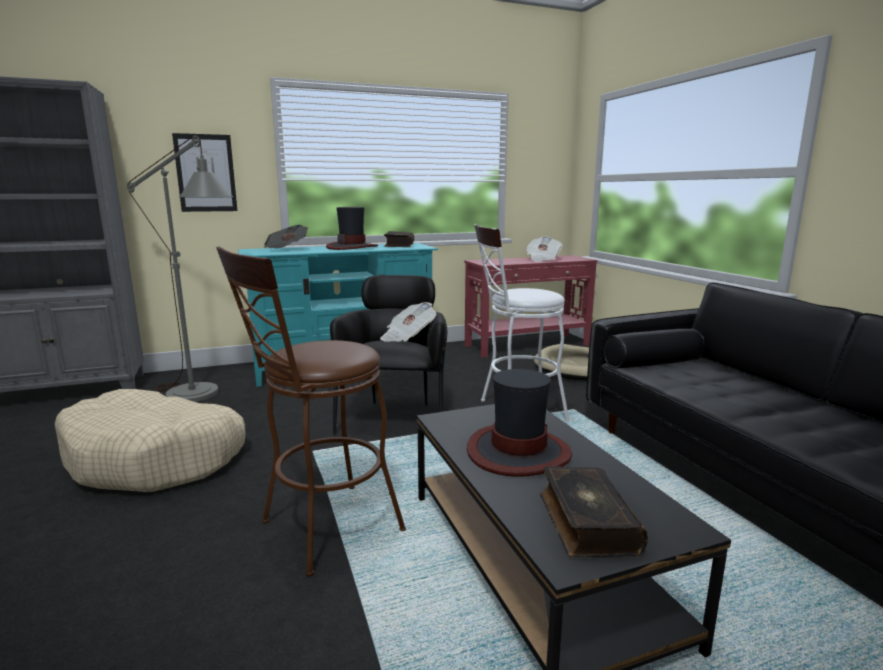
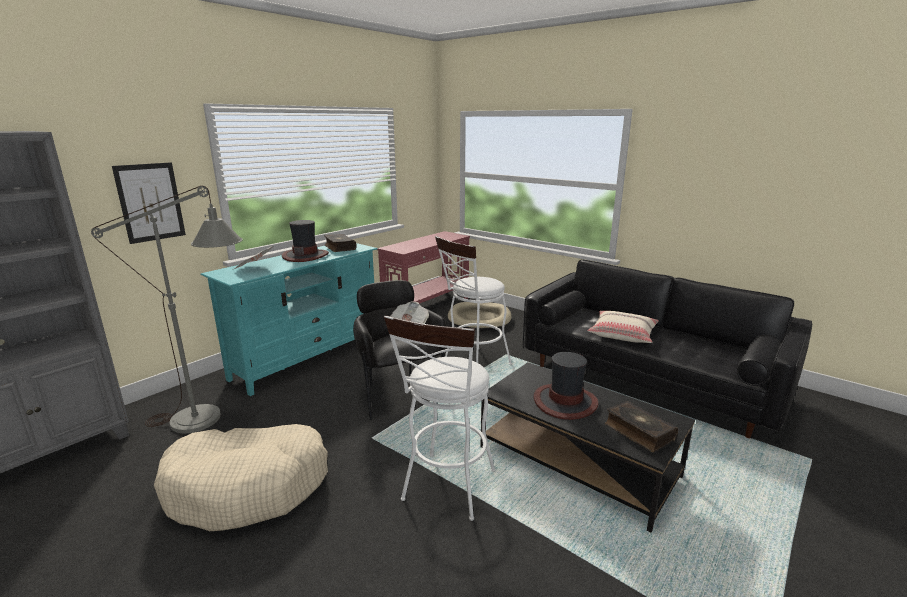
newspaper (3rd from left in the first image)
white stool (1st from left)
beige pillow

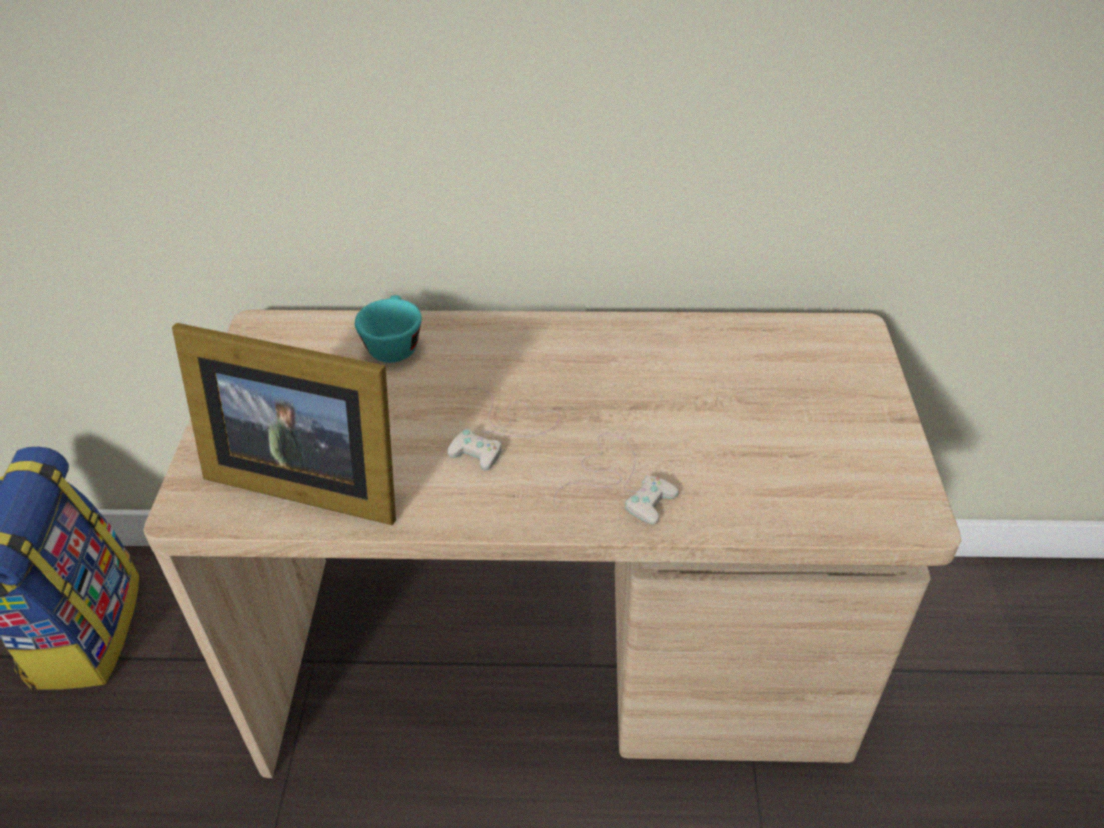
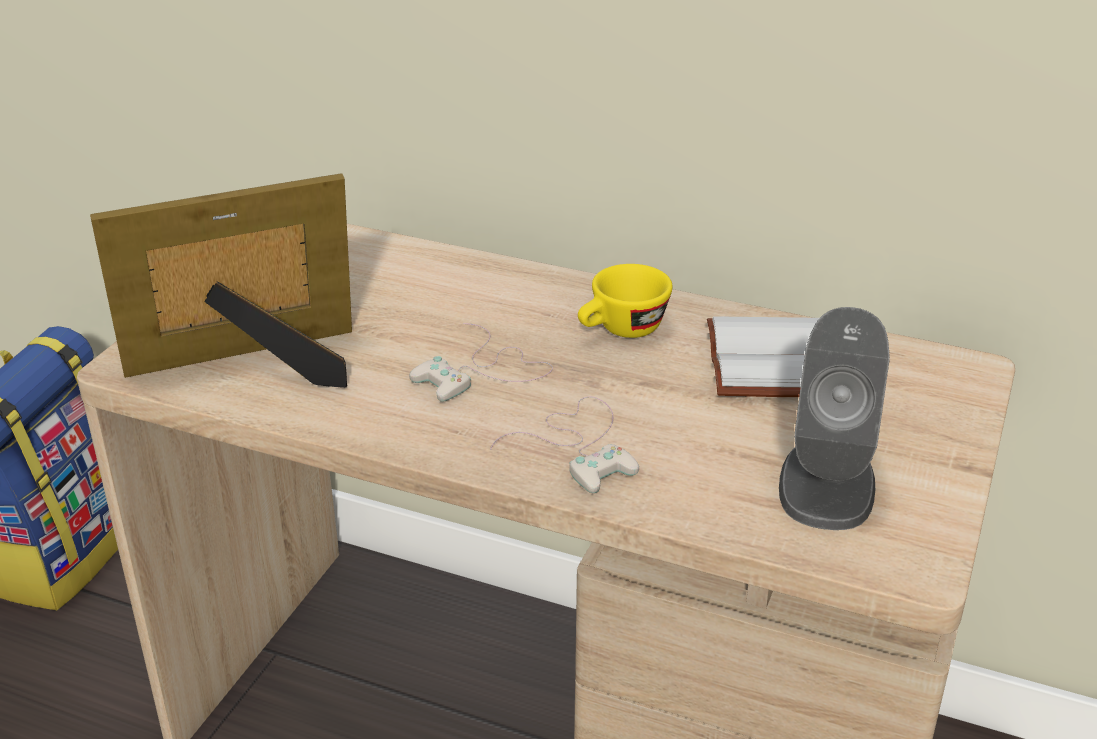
turquoise cup
picture frame
yellow cup
grey speaker
white book

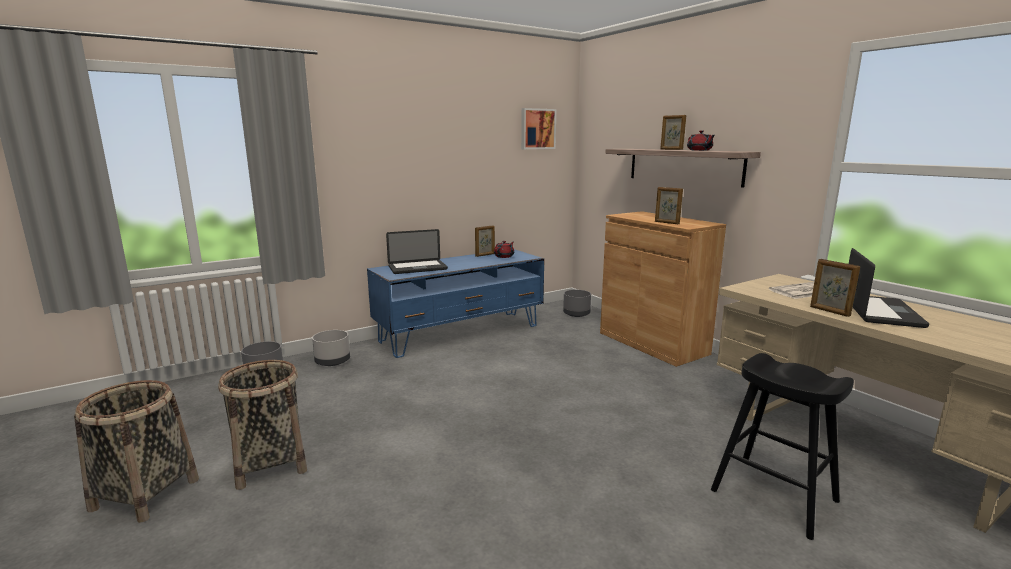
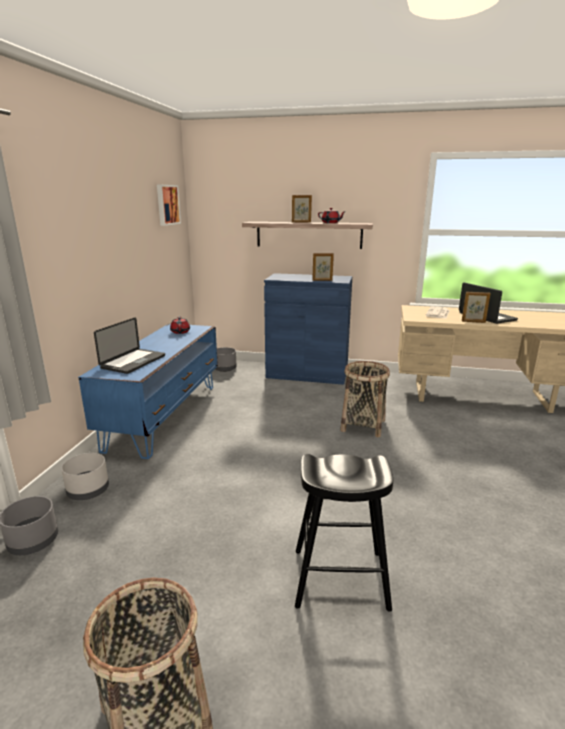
blue cabinet
picture frame (1st from left in the first image)
black stool
basket (2nd from left)

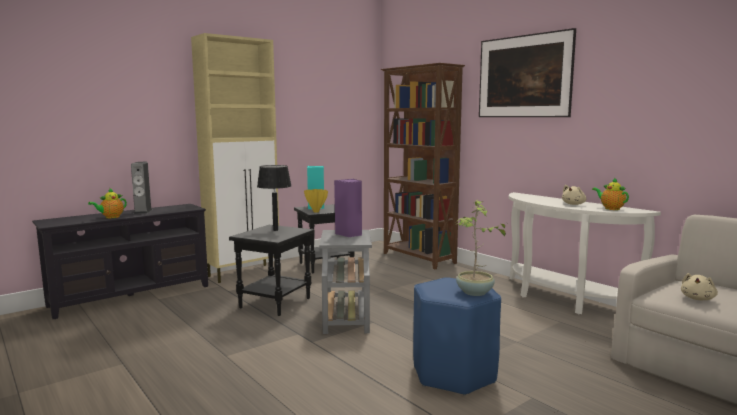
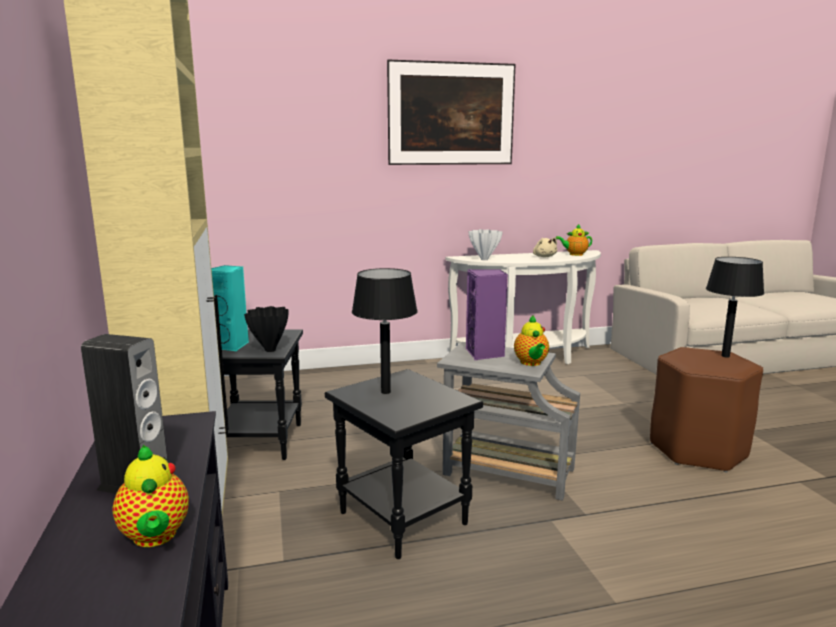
brown bookcase
black vase
black table lamp (2nd from left)
beige plush toy (2nd from left in the first image)
brown stool
white vase
teapot (2nd from left)

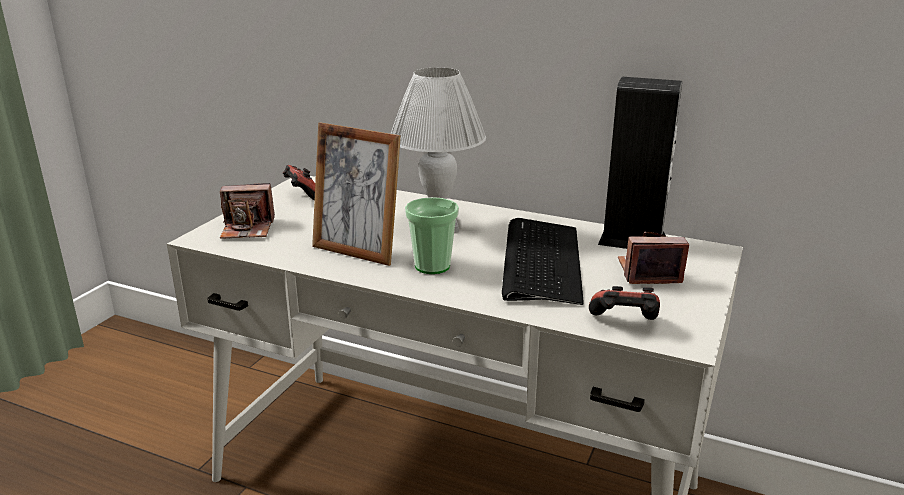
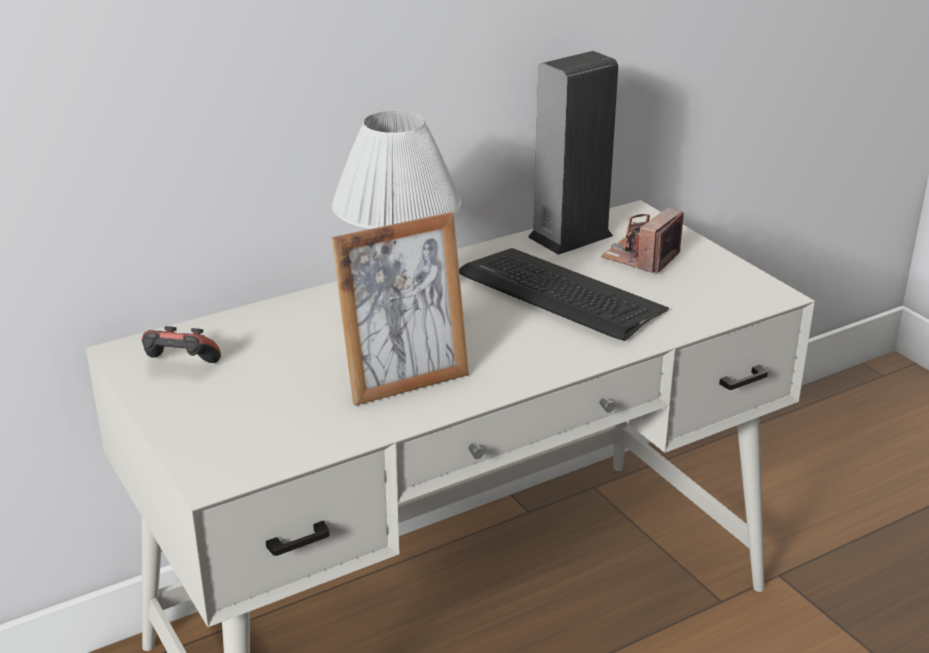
photo camera (1st from left in the first image)
cup
game controller (2nd from left in the first image)

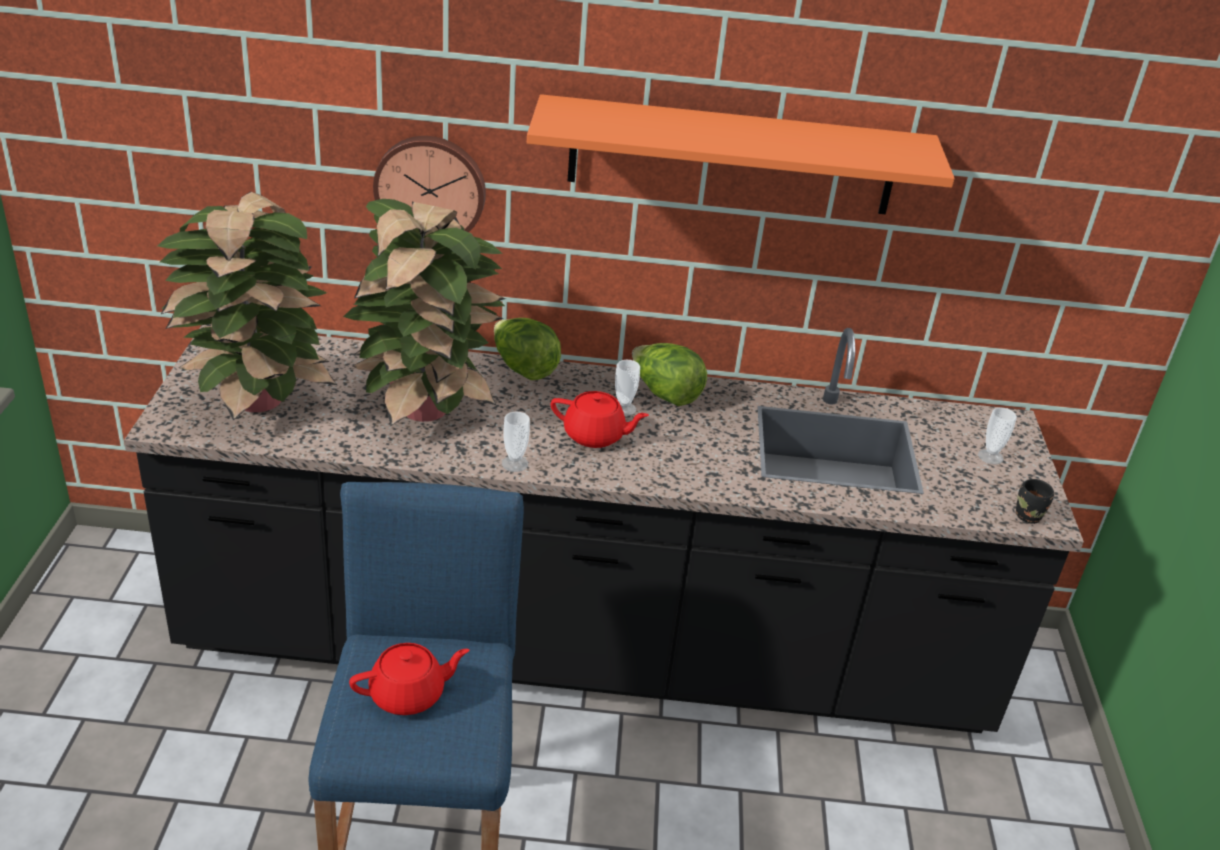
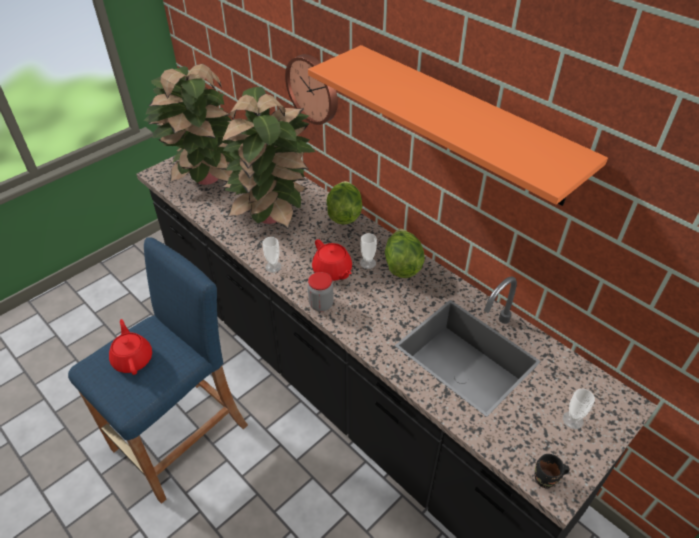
red teapot (1st from left)
jar

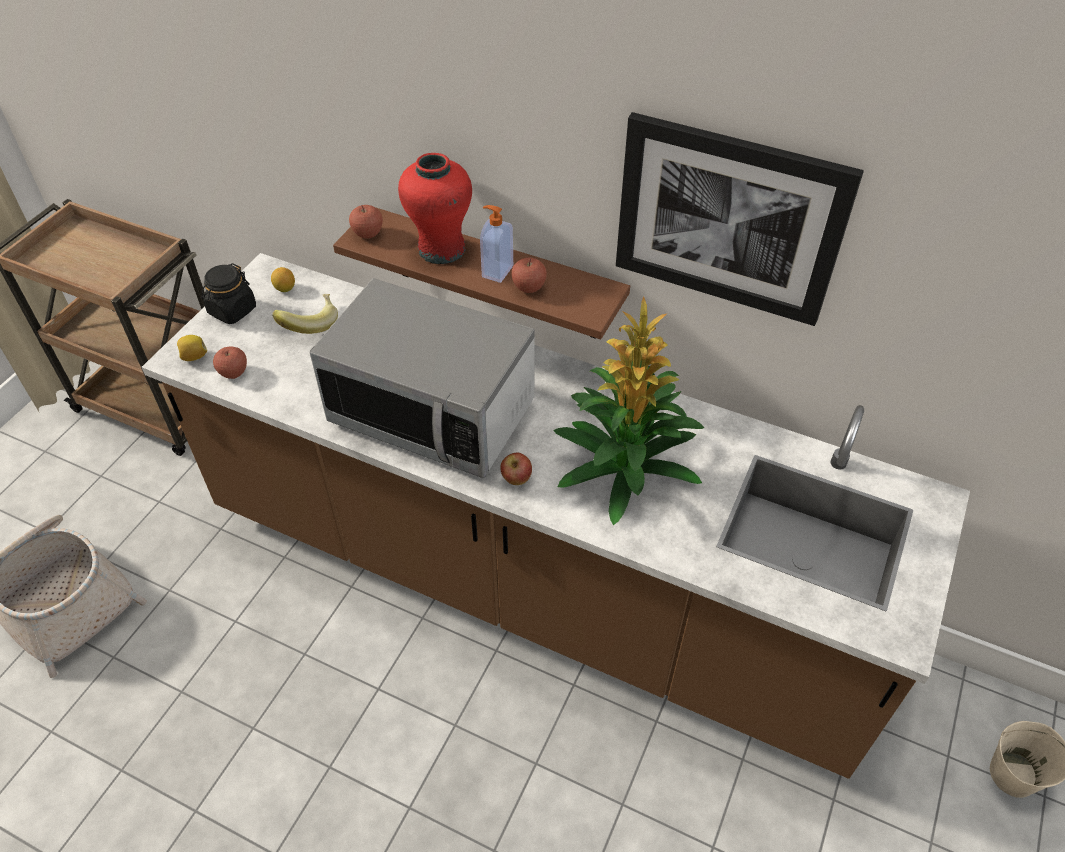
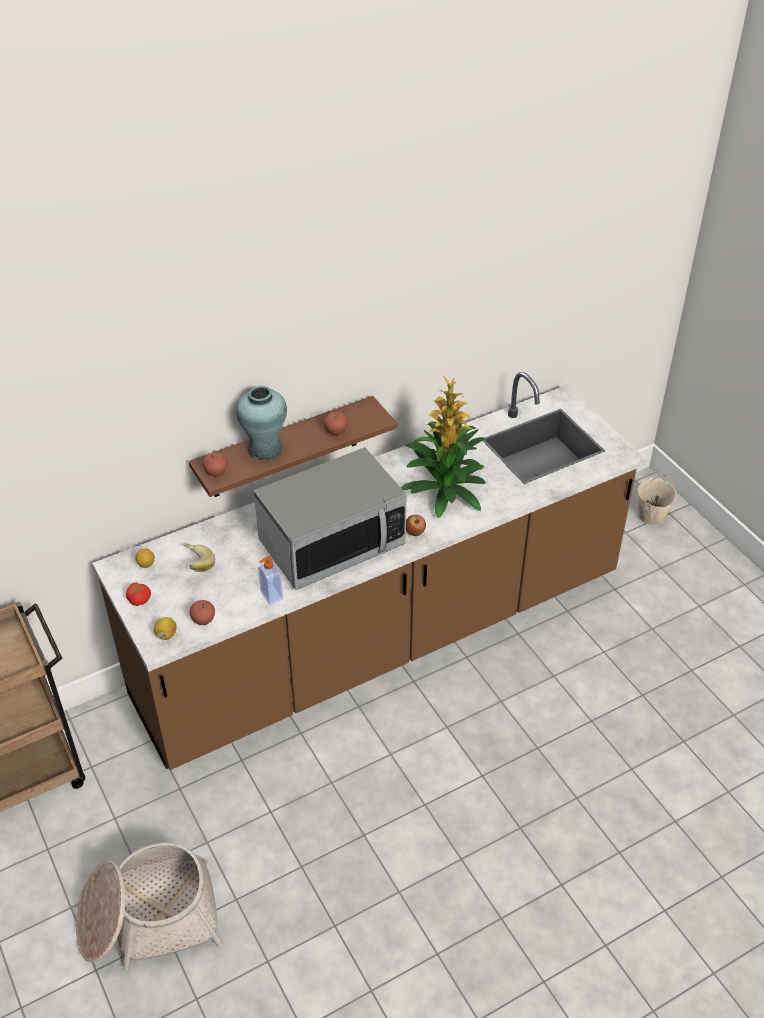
picture
turquoise vase
soap dispenser
tomato

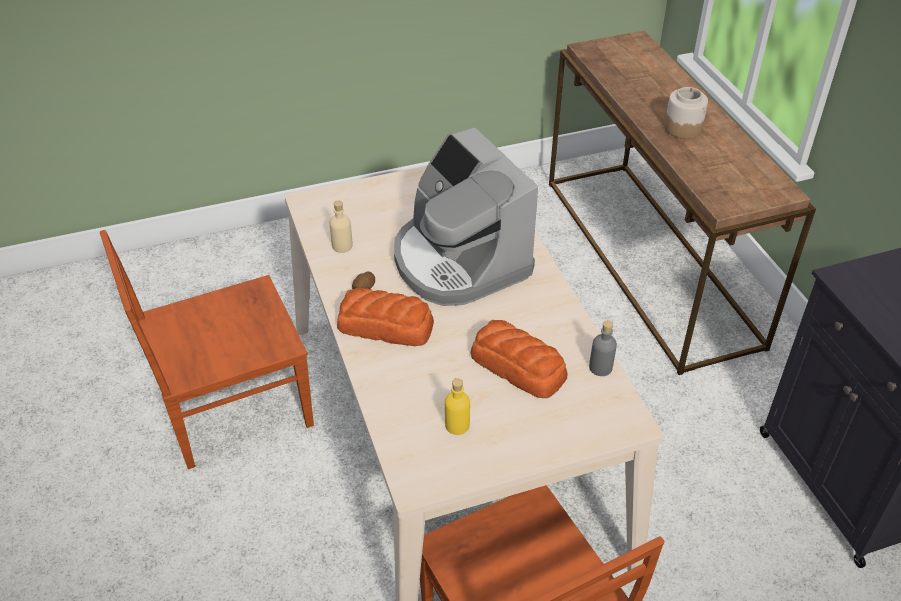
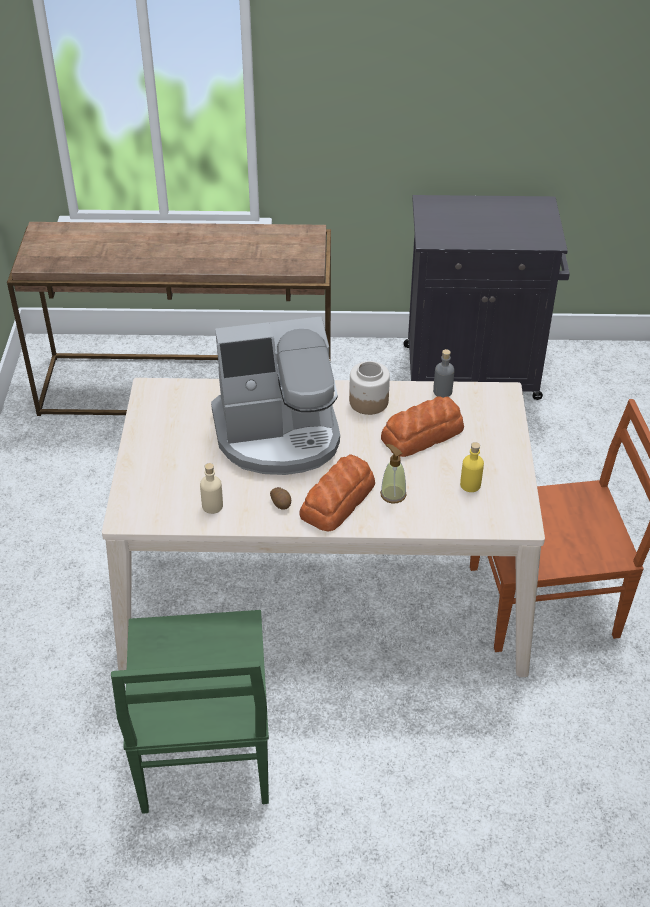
jar
green chair
soap dispenser

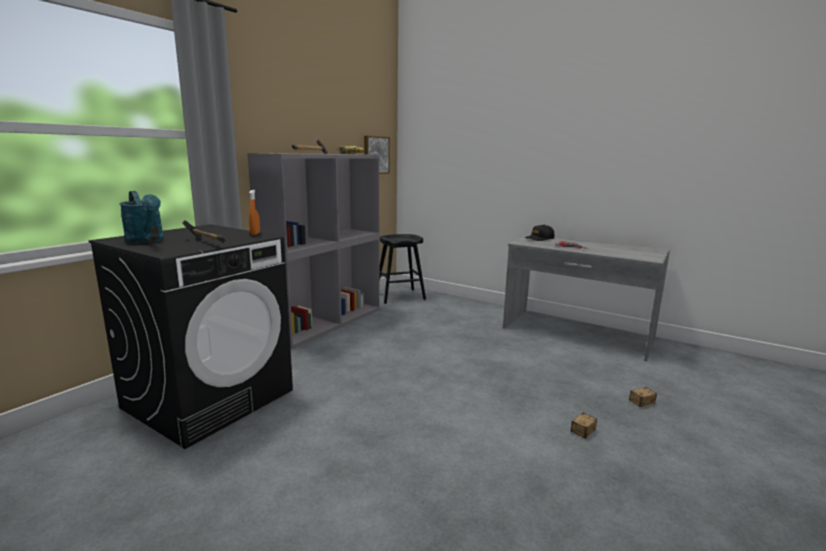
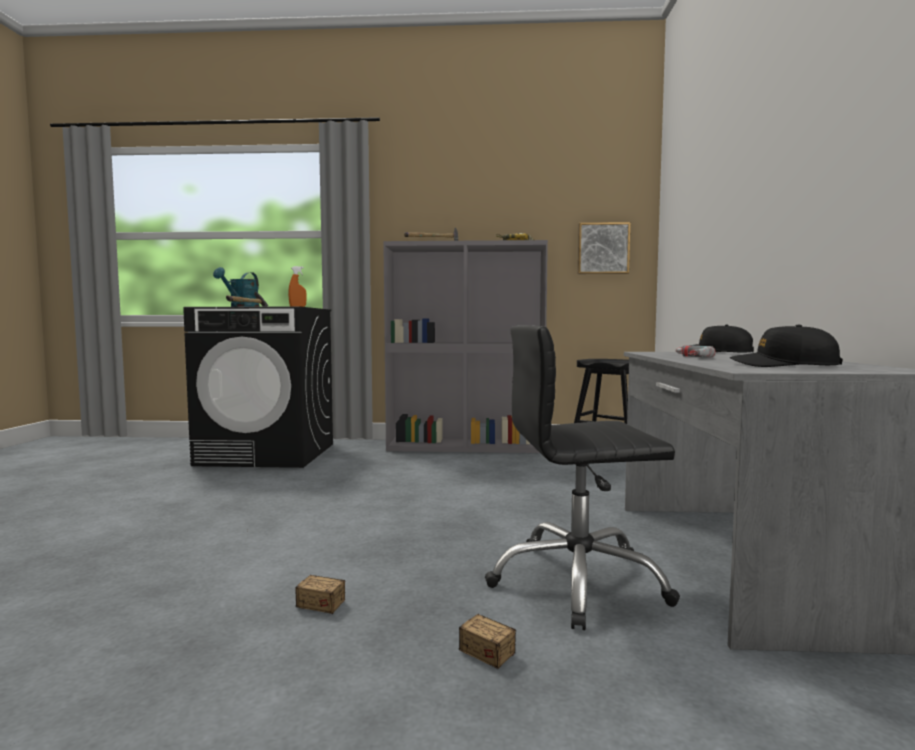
black cap (2nd from left)
black office chair

